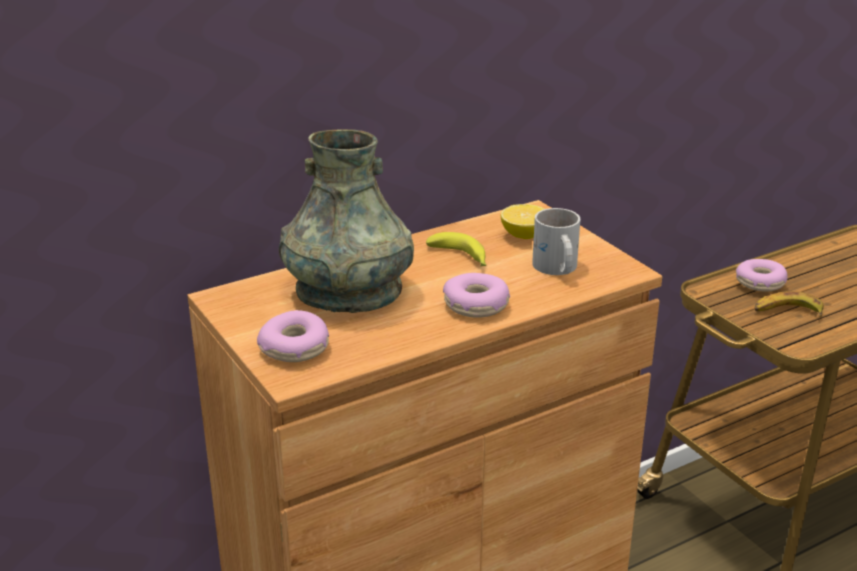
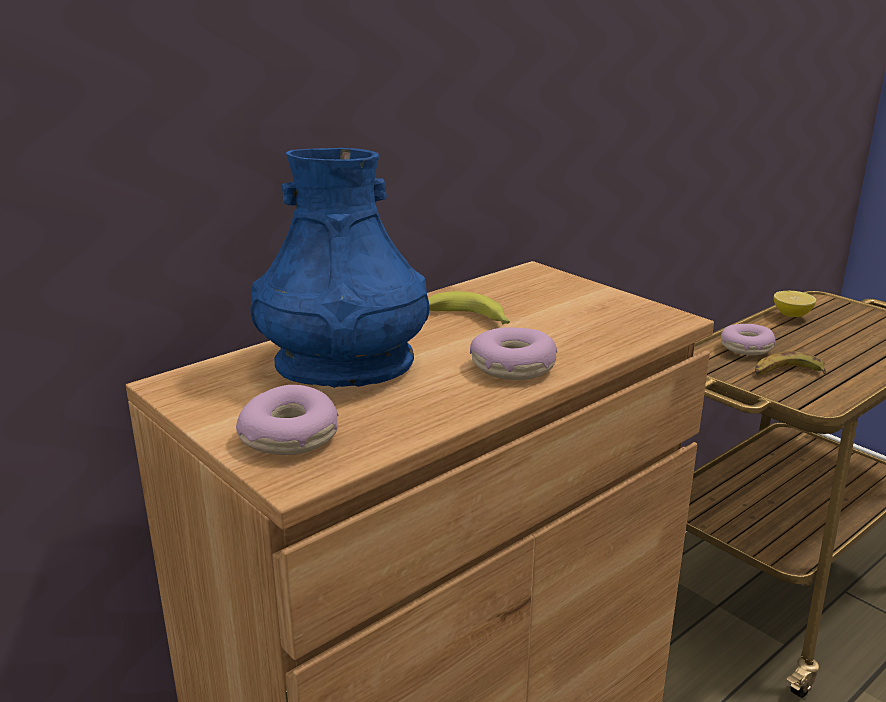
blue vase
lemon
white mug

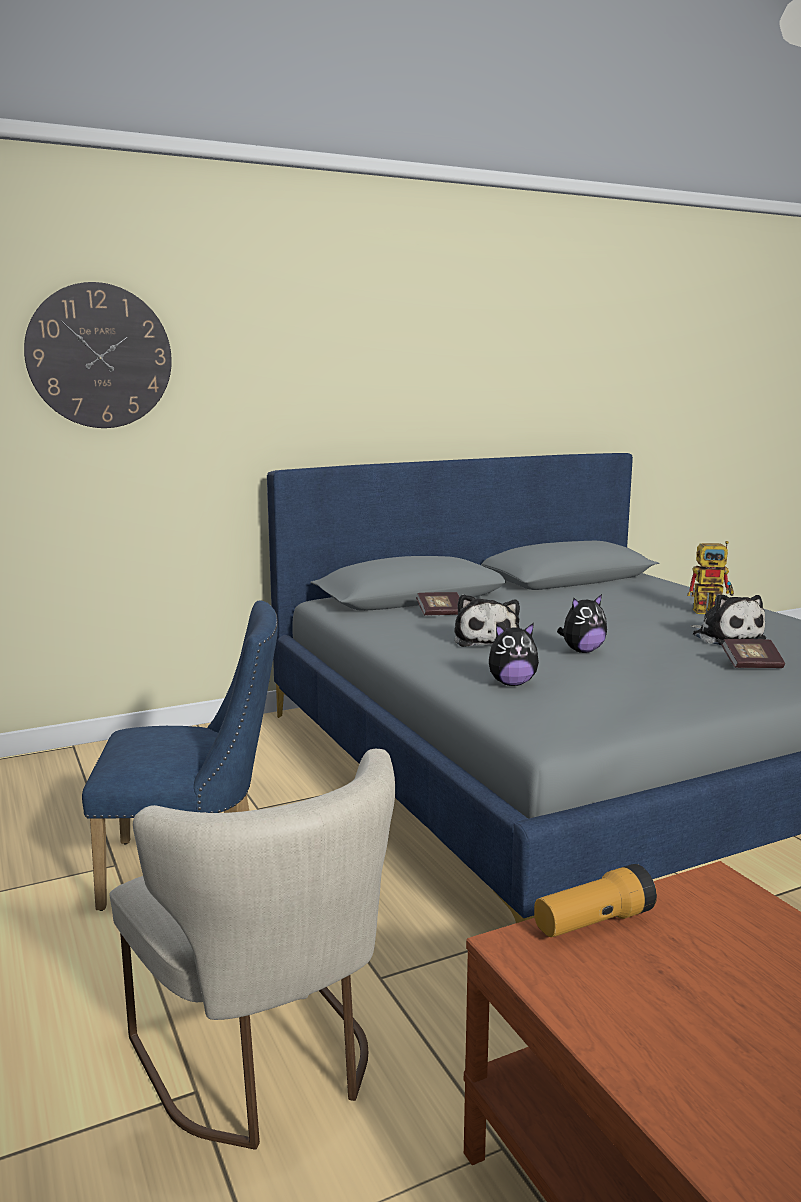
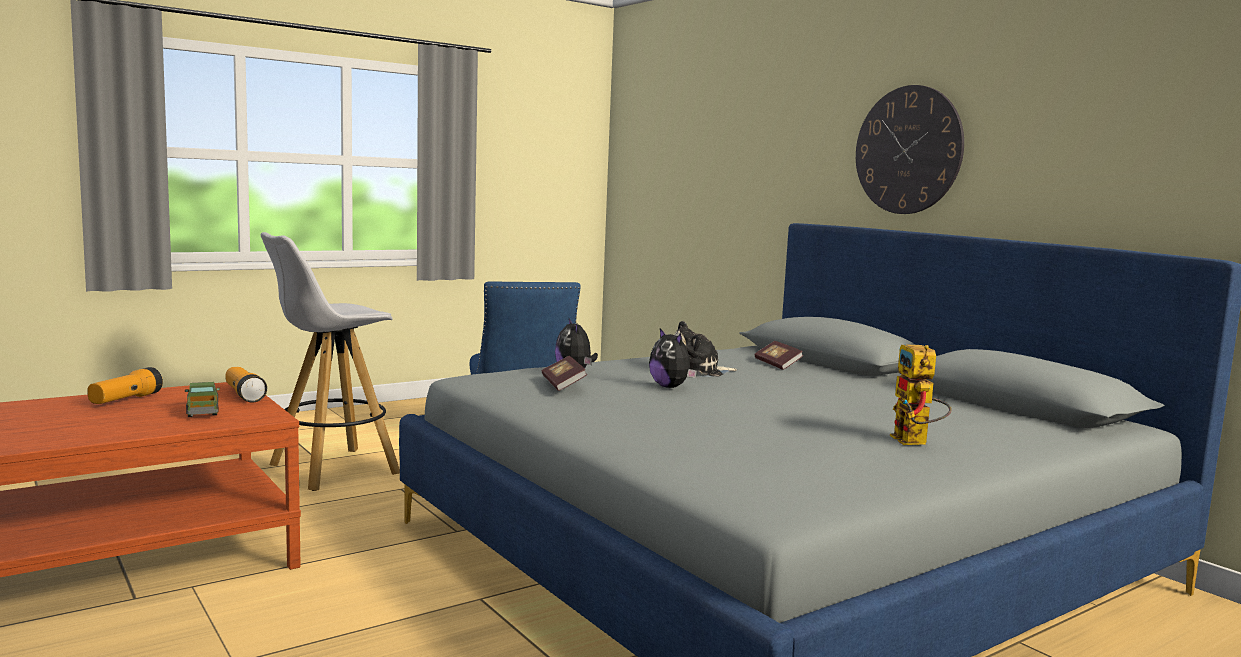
wall clock
plush toy (4th from left in the first image)
book (1st from left)
white stool
flashlight (1st from left)
toy truck

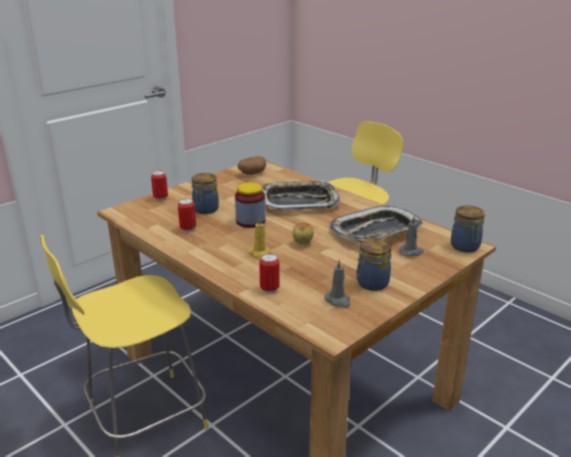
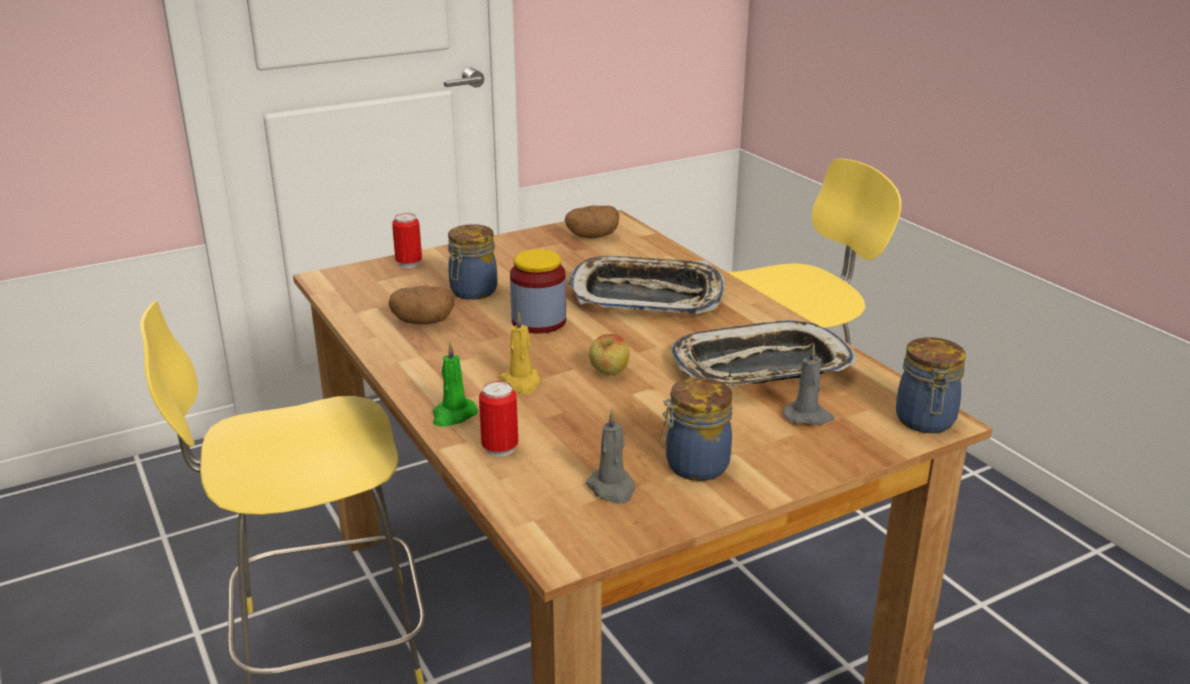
potato (1st from left)
green candle

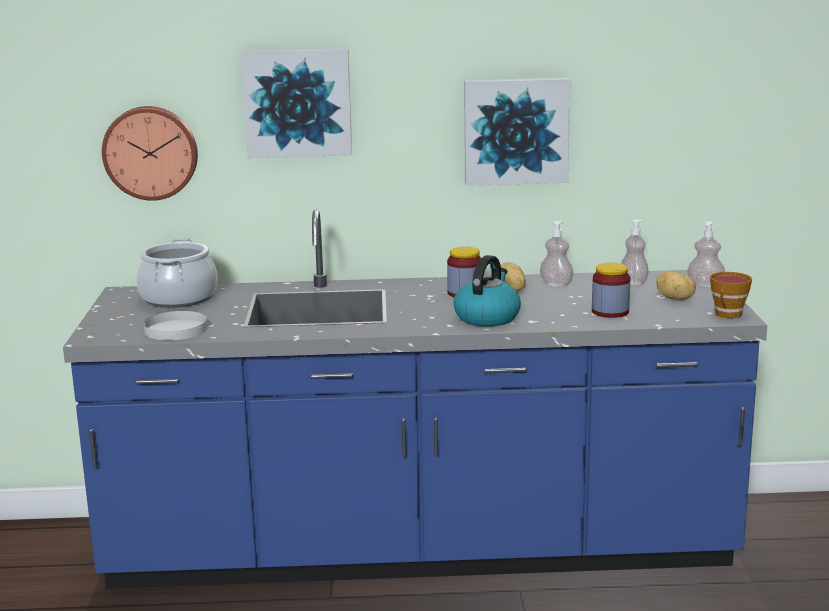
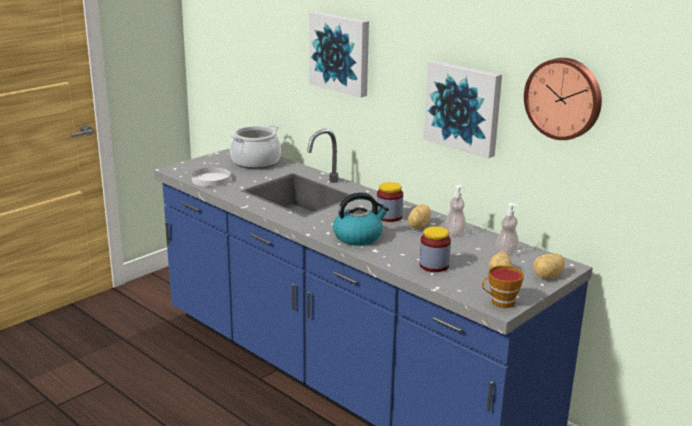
wall clock
potato (3rd from left)

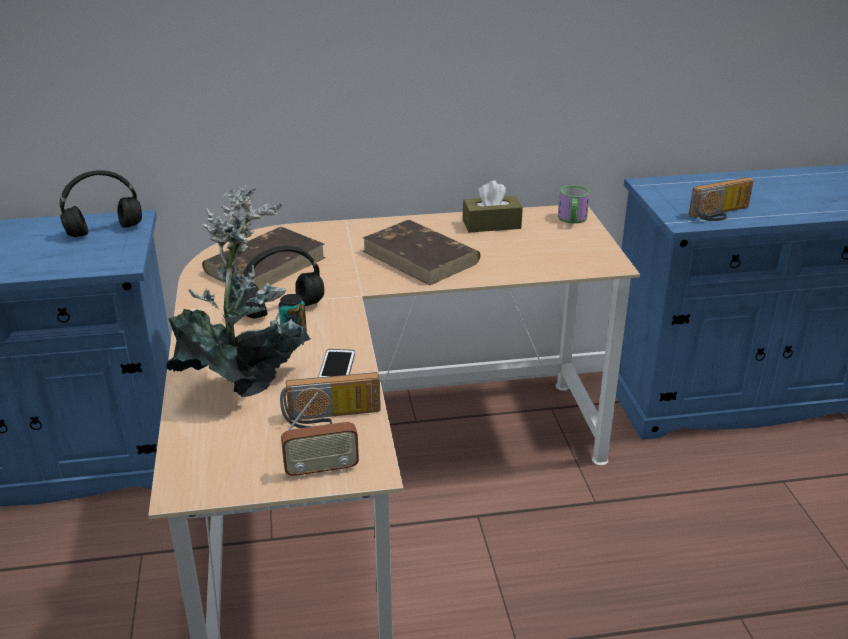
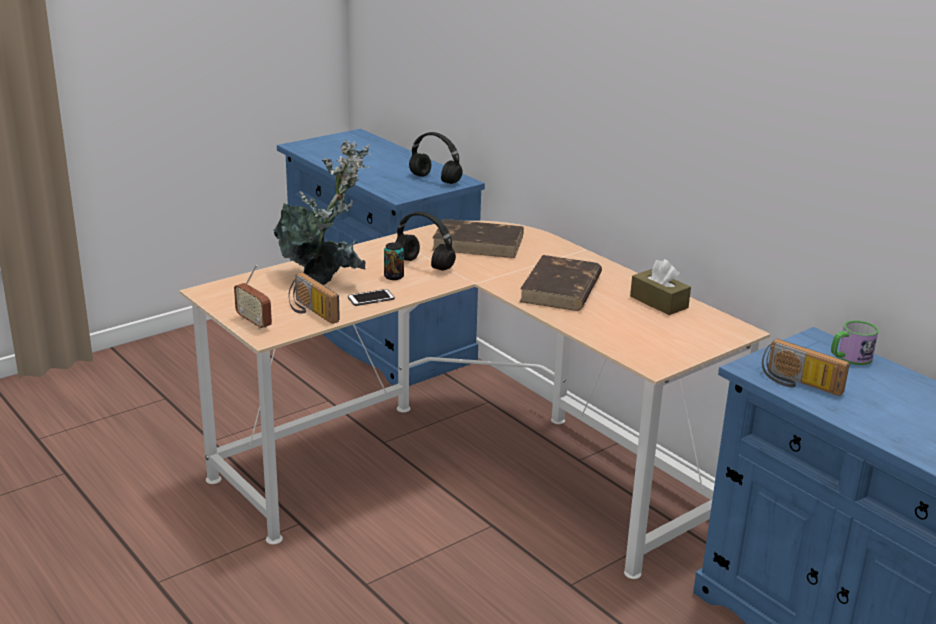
mug

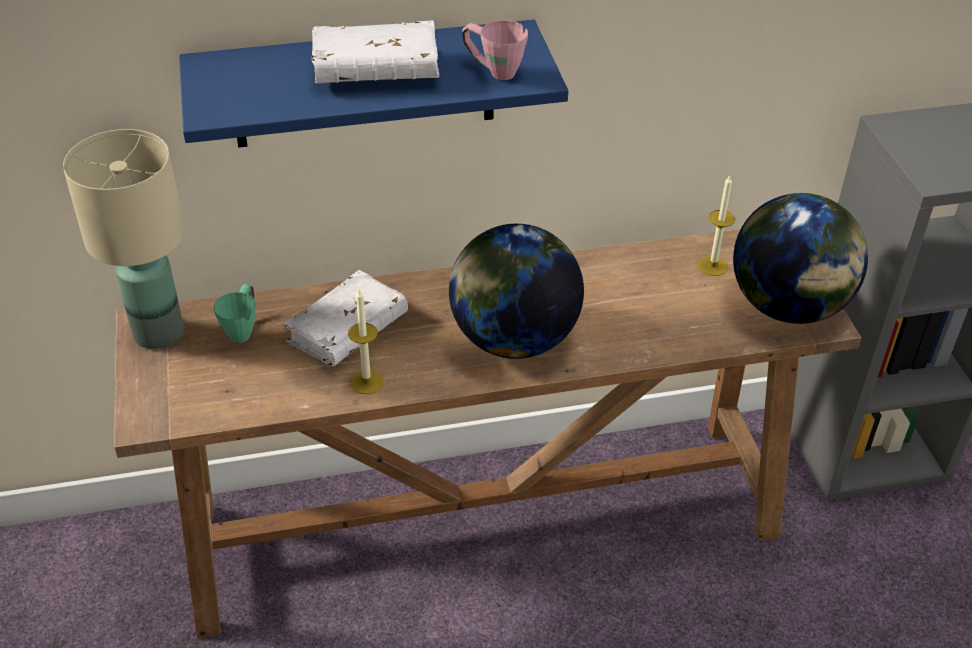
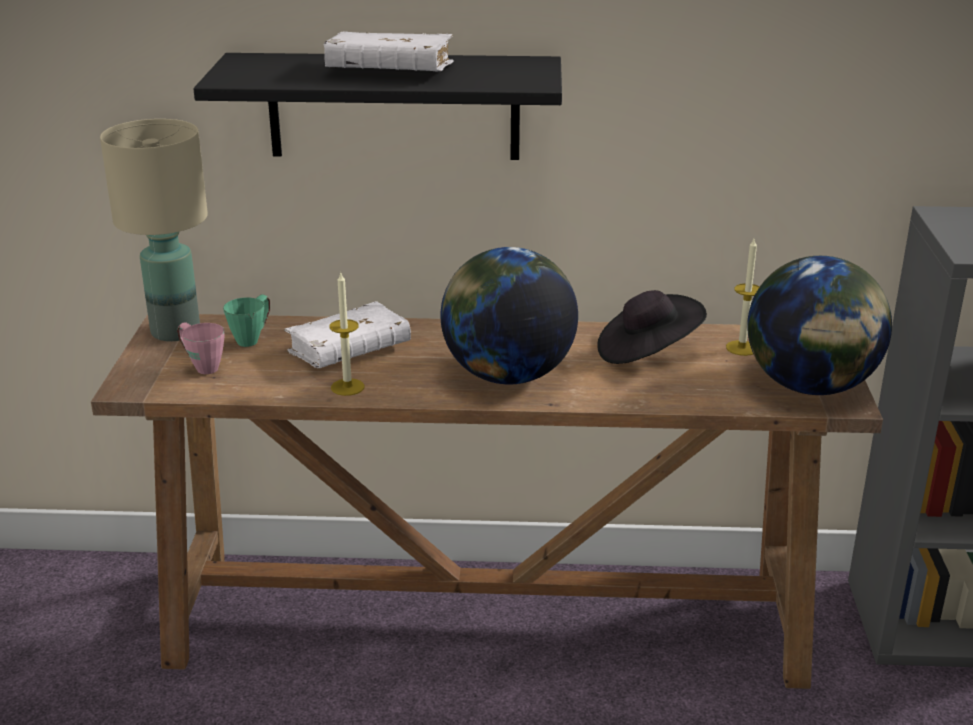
black shelf
pink mug
black hat

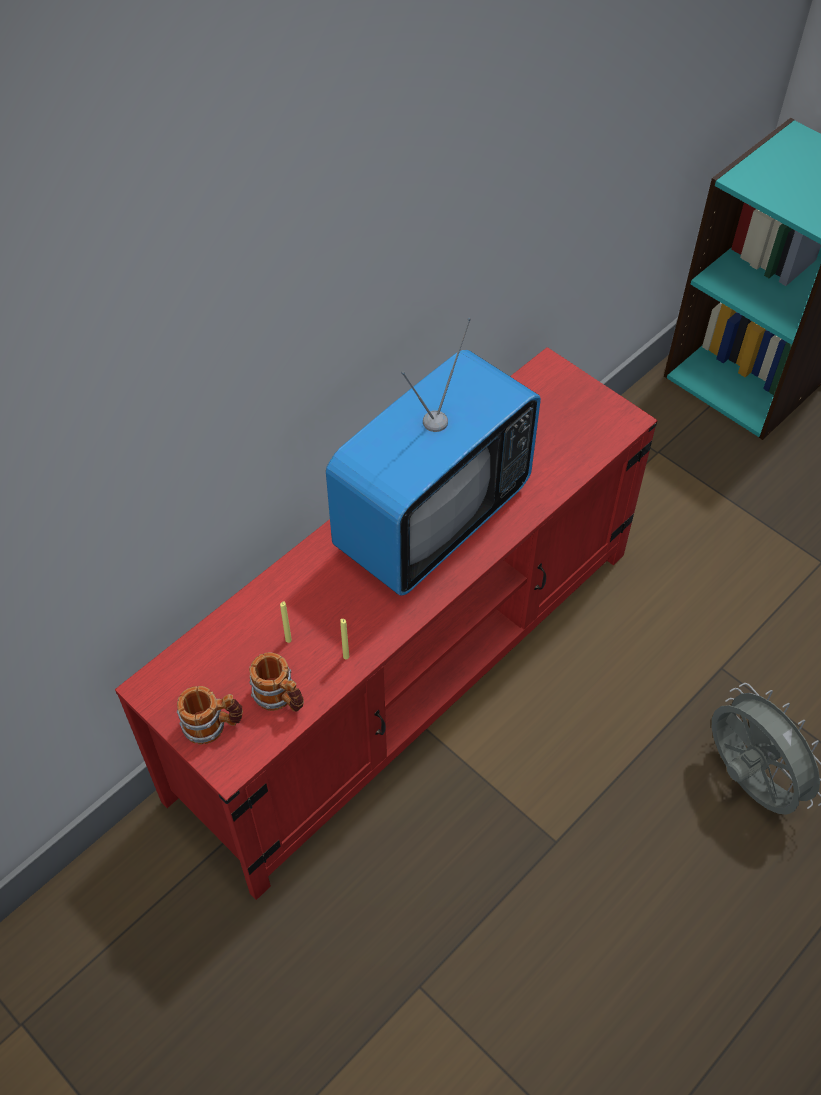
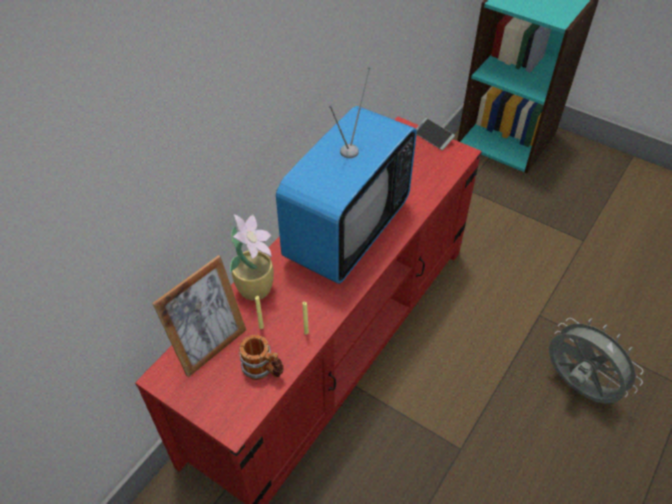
mug (1st from left in the first image)
phone
potted plant
picture frame

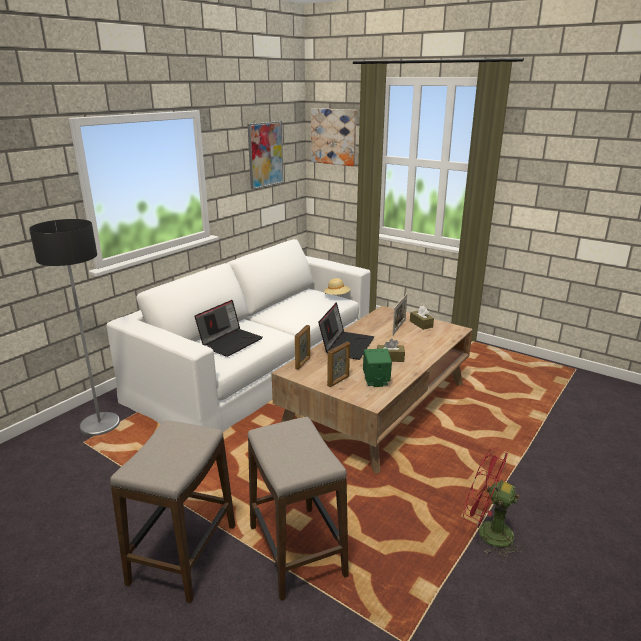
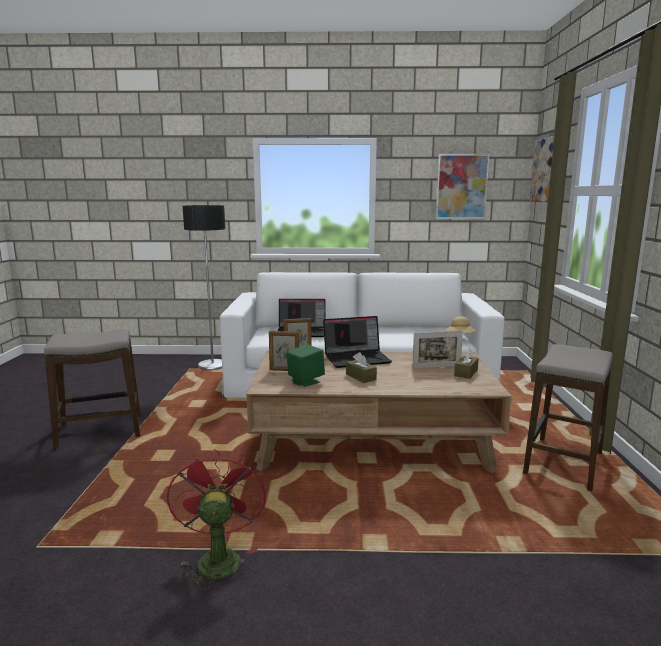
stool (2nd from left)

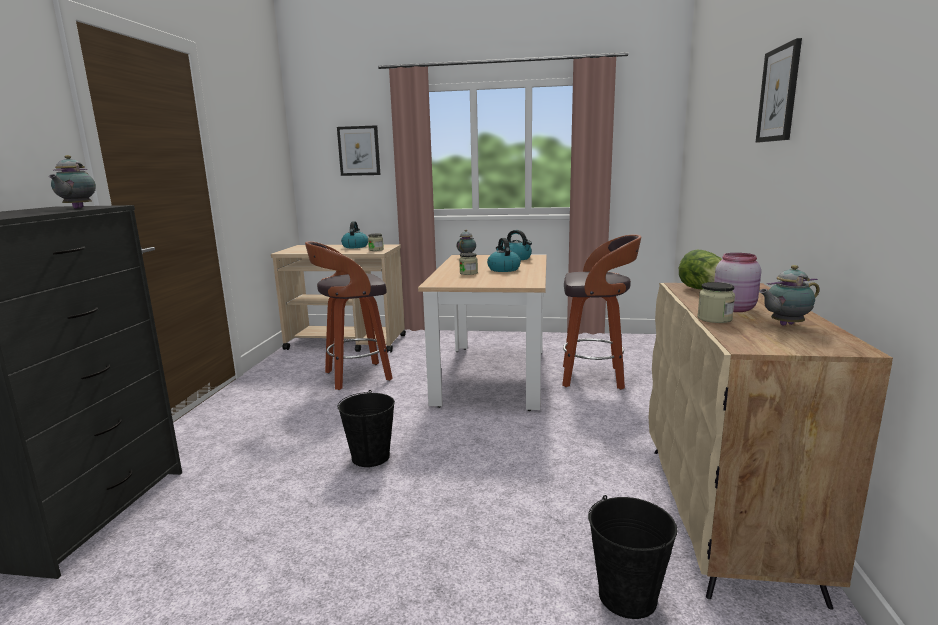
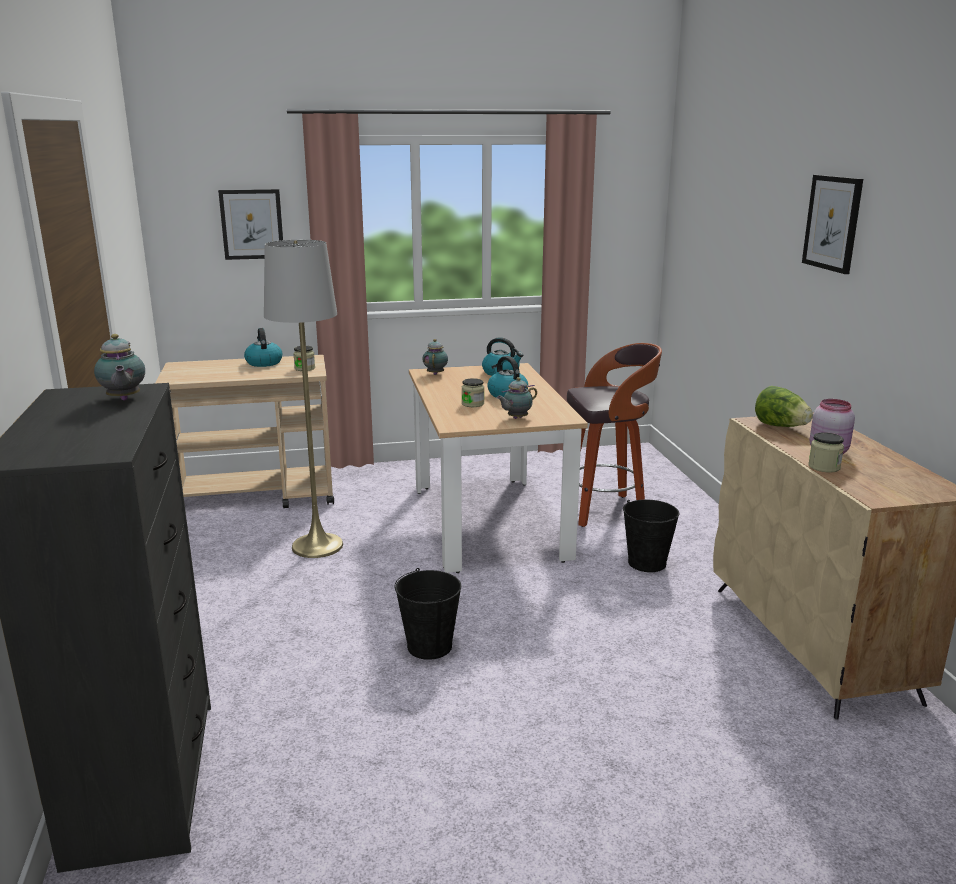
grey floor lamp
teapot (3rd from left)
black bucket (2nd from left)

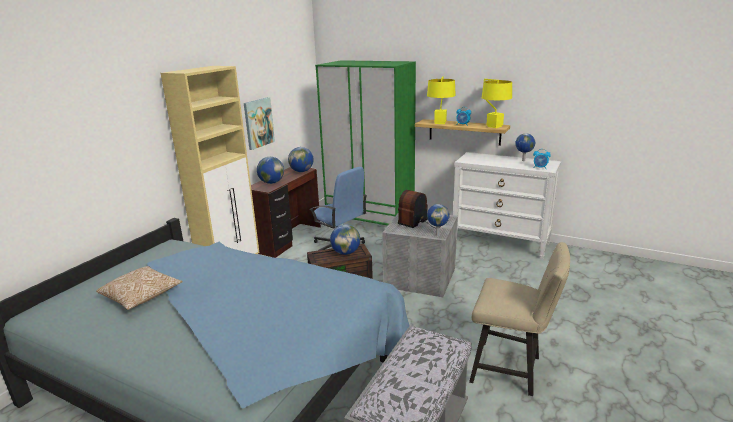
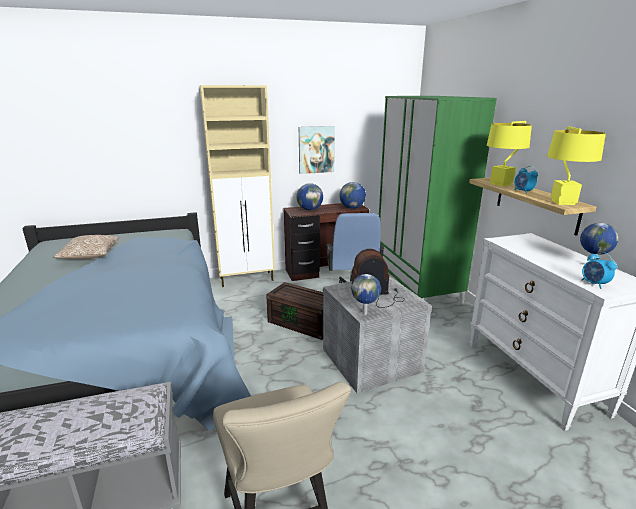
globe (3rd from left in the first image)

